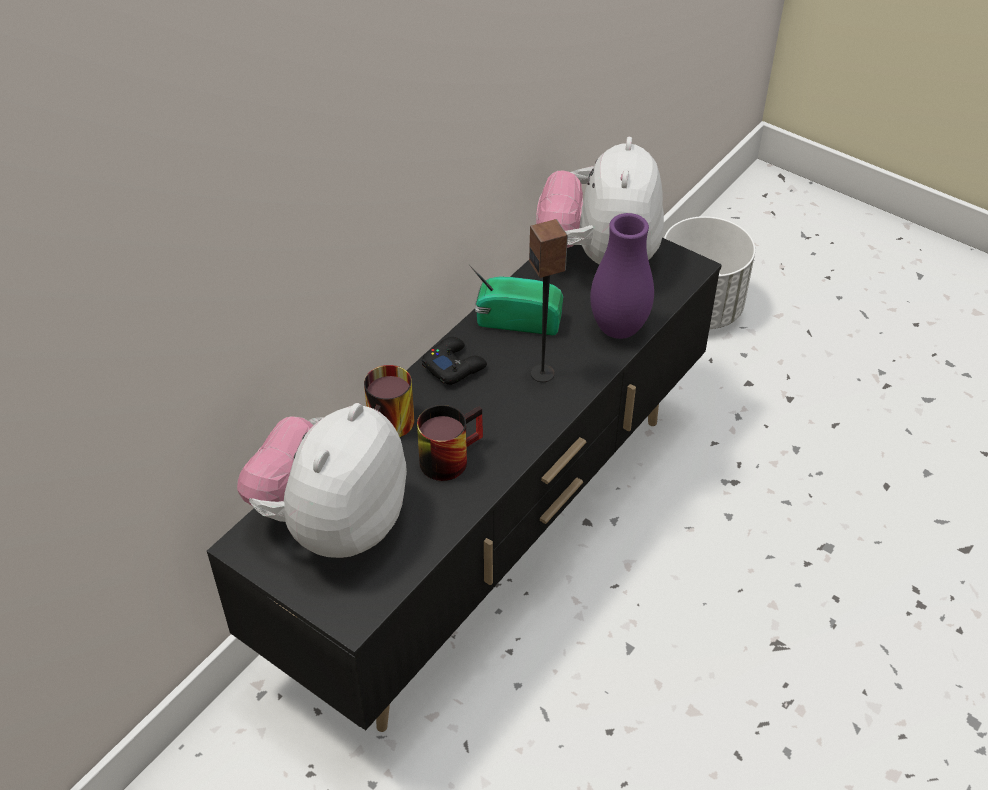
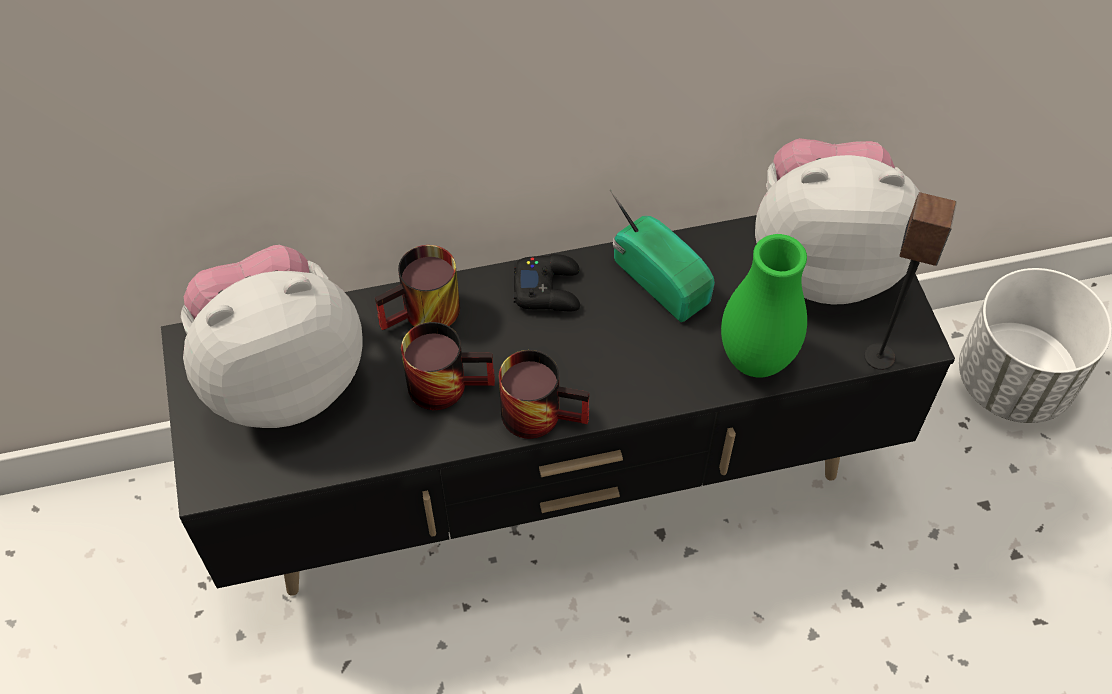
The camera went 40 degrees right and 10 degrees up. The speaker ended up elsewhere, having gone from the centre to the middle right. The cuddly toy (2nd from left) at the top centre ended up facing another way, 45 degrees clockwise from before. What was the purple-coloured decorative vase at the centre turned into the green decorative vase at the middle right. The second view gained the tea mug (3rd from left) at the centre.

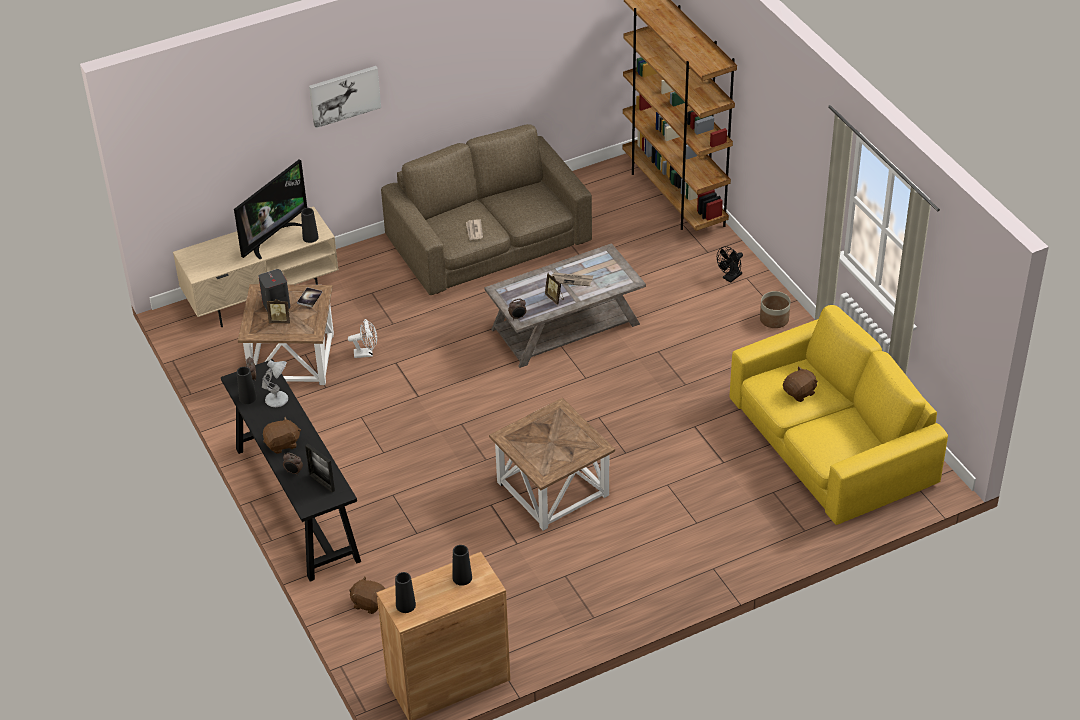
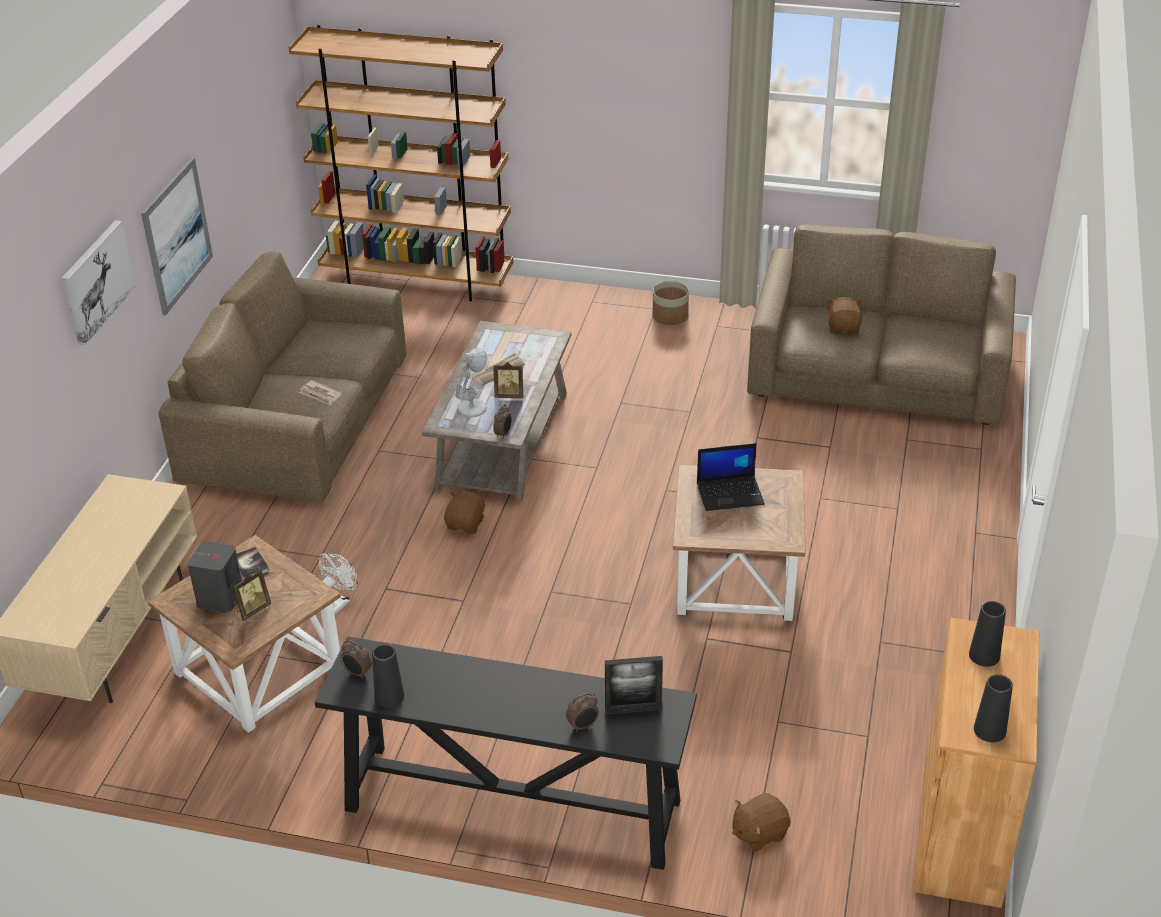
The camera went 50 degrees left and 5 degrees down. The second view lost the TV set at the top left. The whitish lamp for a table ended up elsewhere, having gone from the middle left to the centre. The brownish cuddly toy (1st from left) ended up elsewhere, having gone from the middle left to the centre. The second view lost the black-coloured decorative vase (2nd from left) at the top left. The second view lost the black-coloured fan at the middle right. What was the yellowish sofa at the middle right turned into the brownish sofa (2nd from left) at the middle right. The second view gained the wall art (2nd from left) at the top left. The second view gained the portable computer at the centre.

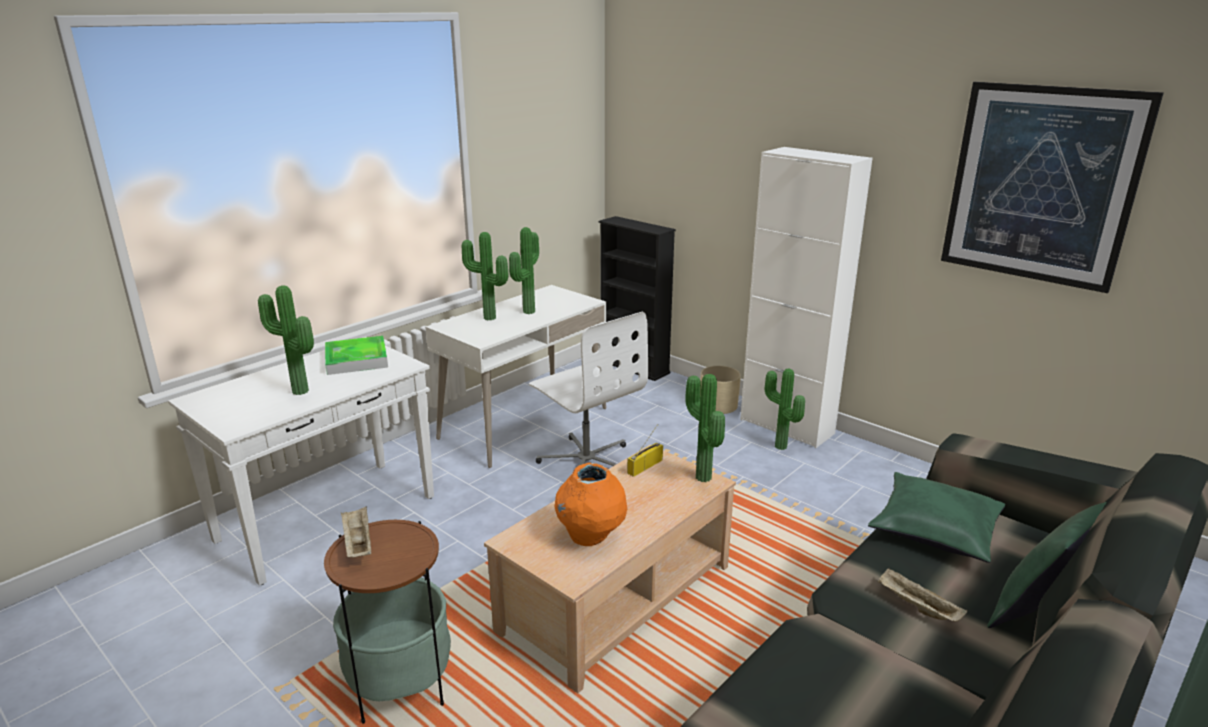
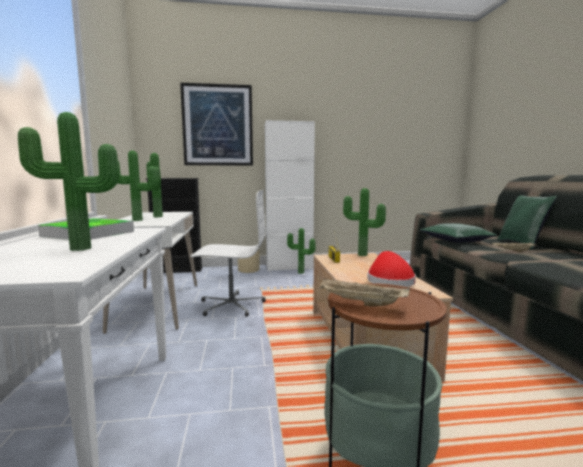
The camera went 50 degrees left and 15 degrees down. Where the orange decorative vase stood at the bottom centre, the red-coloured hat came to stand at the middle right. The wall art ended up elsewhere, having gone from the top right to the top centre.

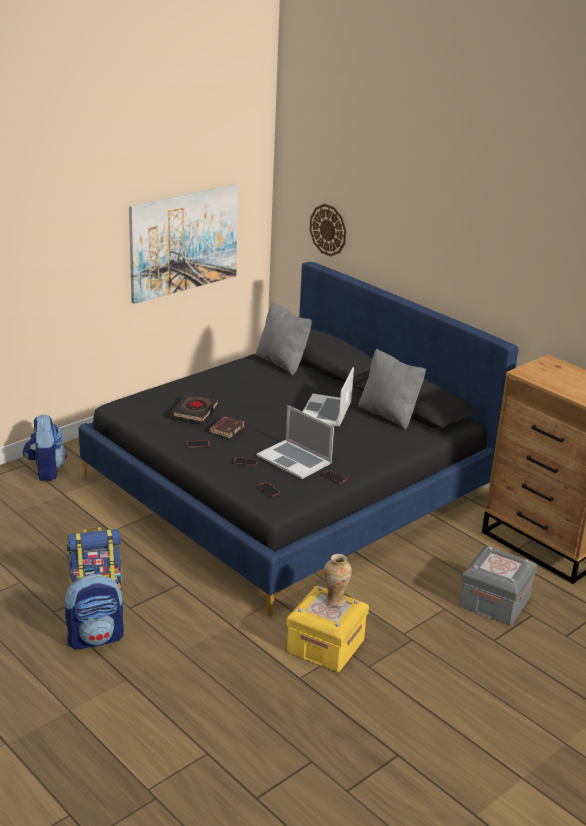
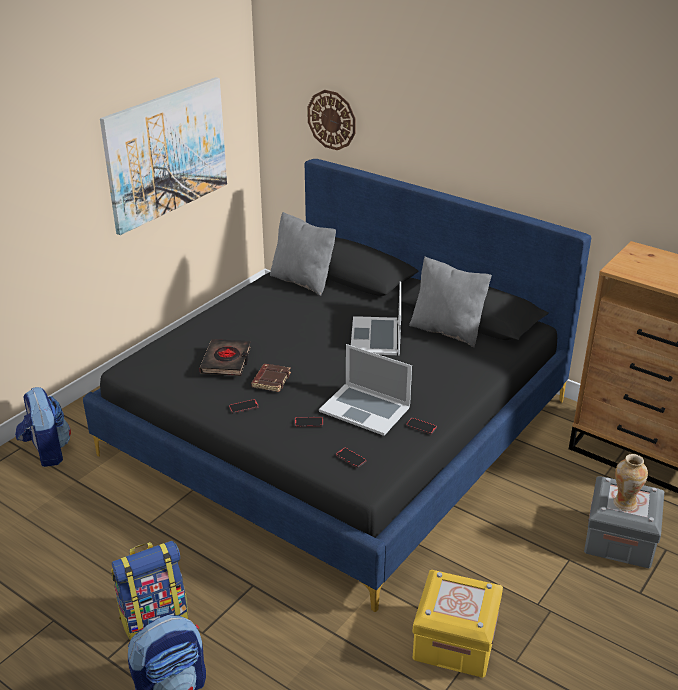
The camera went 10 degrees left and 5 degrees up. The decorative vase ended up elsewhere, having gone from the bottom centre to the bottom right.

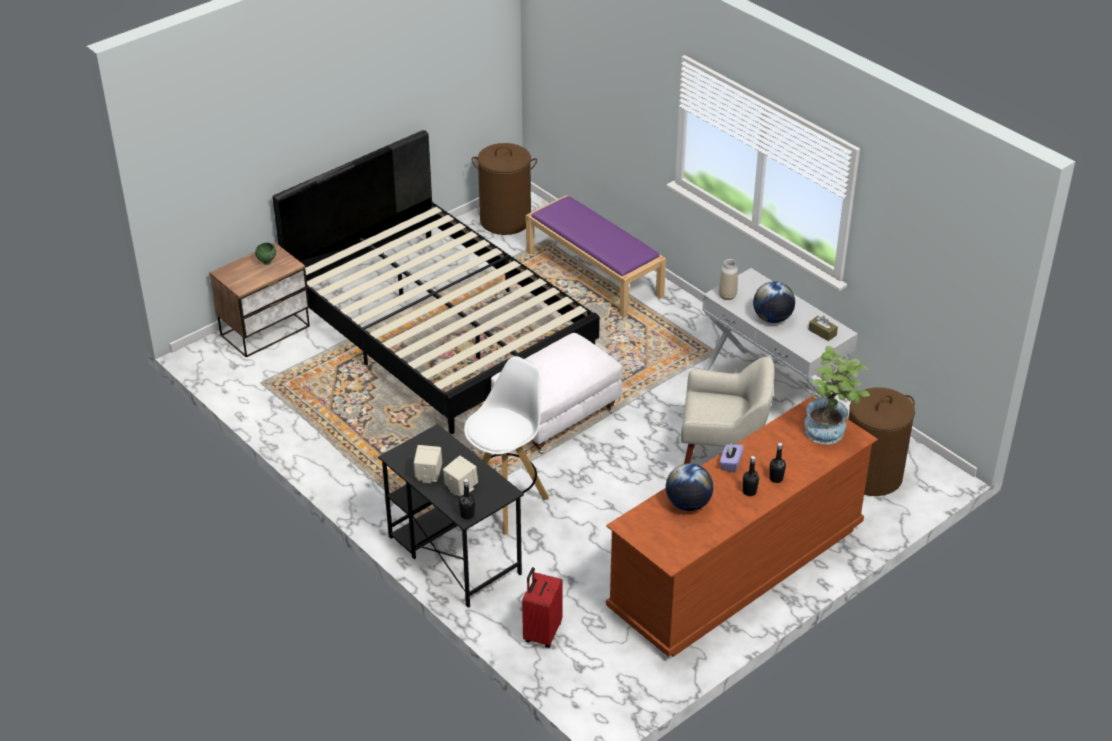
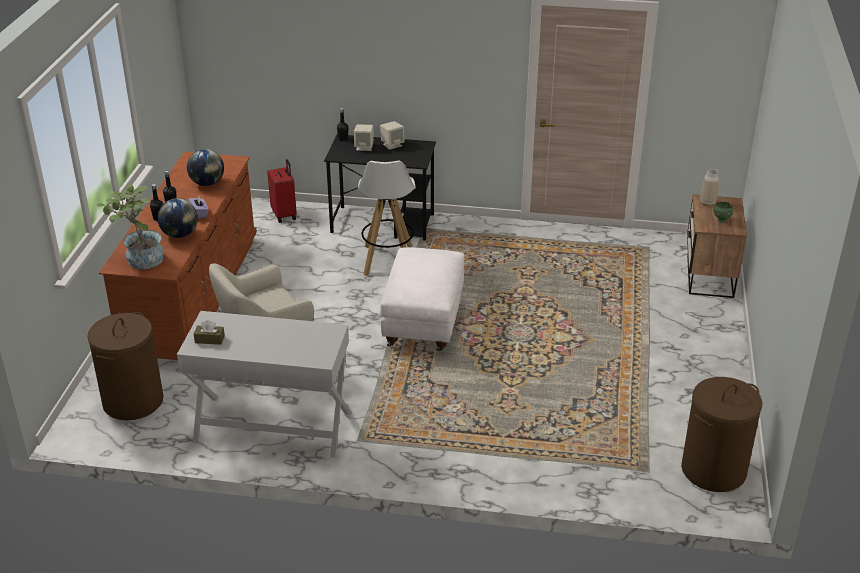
The camera went 140 degrees right and 5 degrees down. The second view lost the black-coloured bed at the centre. The second view lost the purple-coloured bench at the centre. The decorative vase ended up elsewhere, having gone from the centre to the top right. The globe (2nd from left in the first image) ended up elsewhere, having gone from the middle right to the middle left.

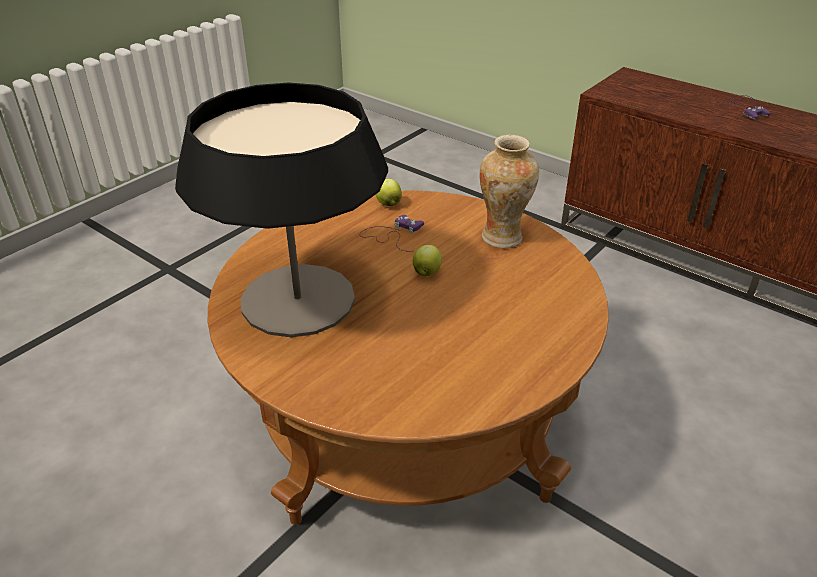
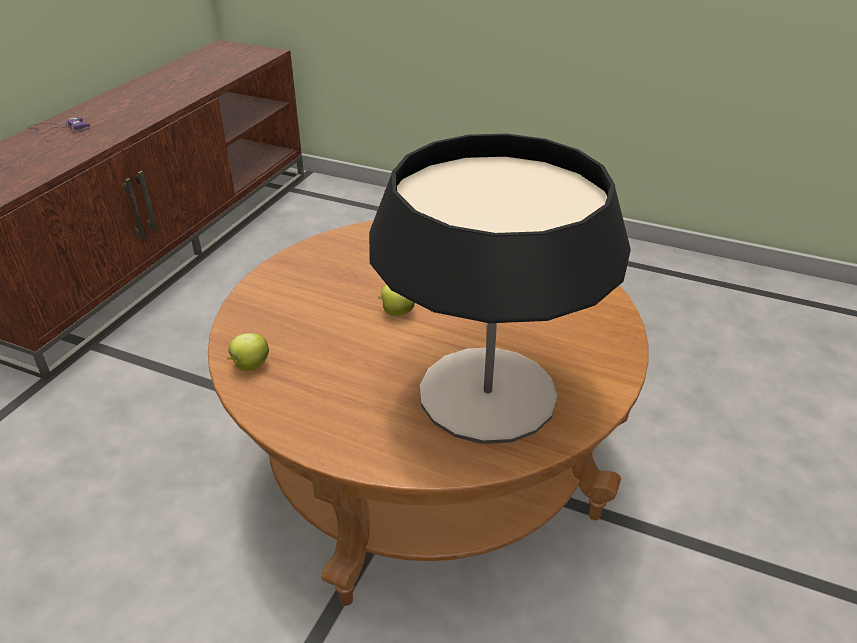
The camera went 105 degrees left and 0 degrees up. The second view lost the purple-coloured game controller (1st from left) at the centre. The second view lost the decorative vase at the top centre.

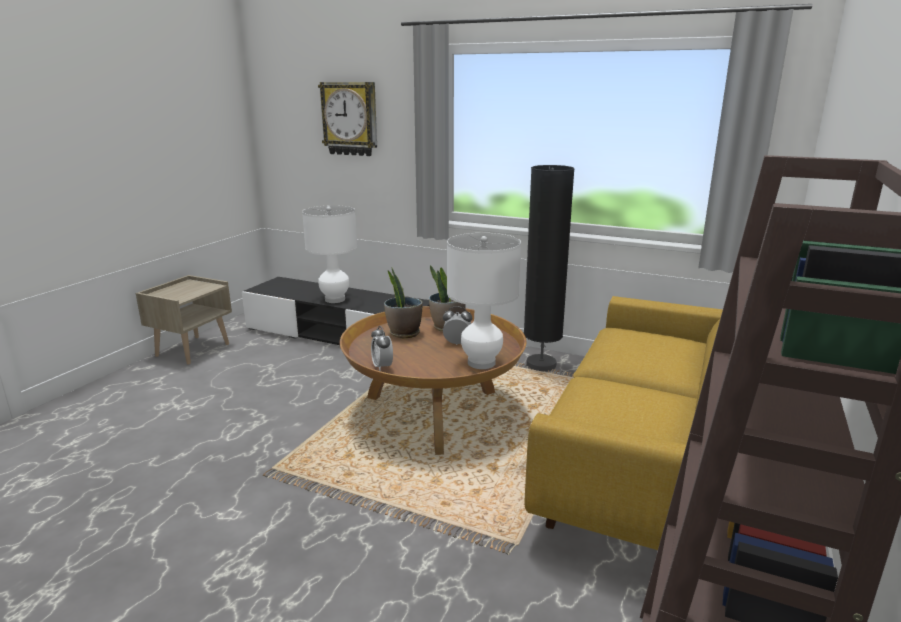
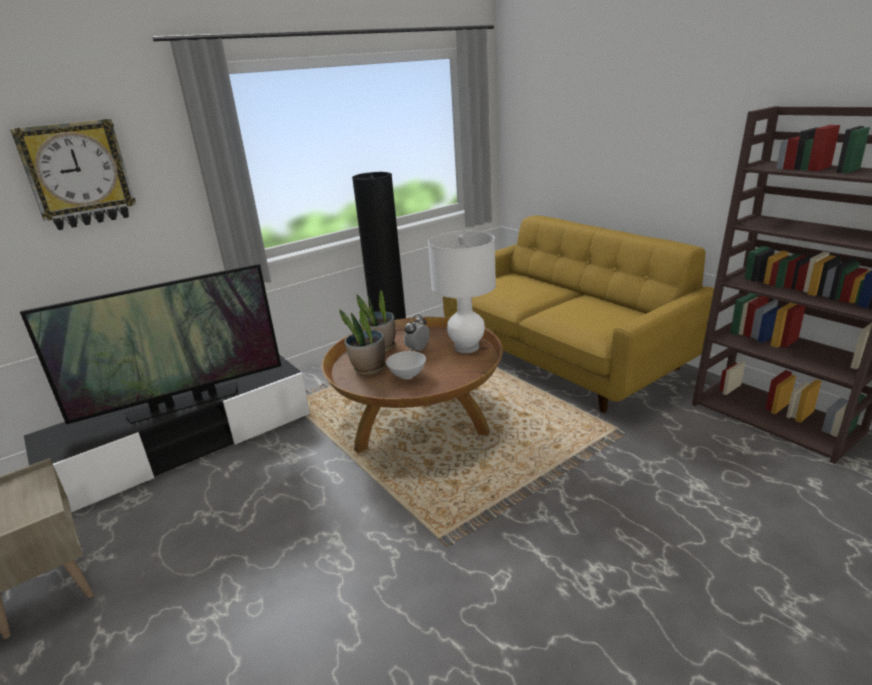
The camera went 60 degrees left and 5 degrees up. Where the whitish lamp for a table (1st from left) stood at the centre, the TV set came to stand at the middle left. The second view lost the bedside clock (1st from left) at the centre. The second view gained the whitish deep dish at the centre.

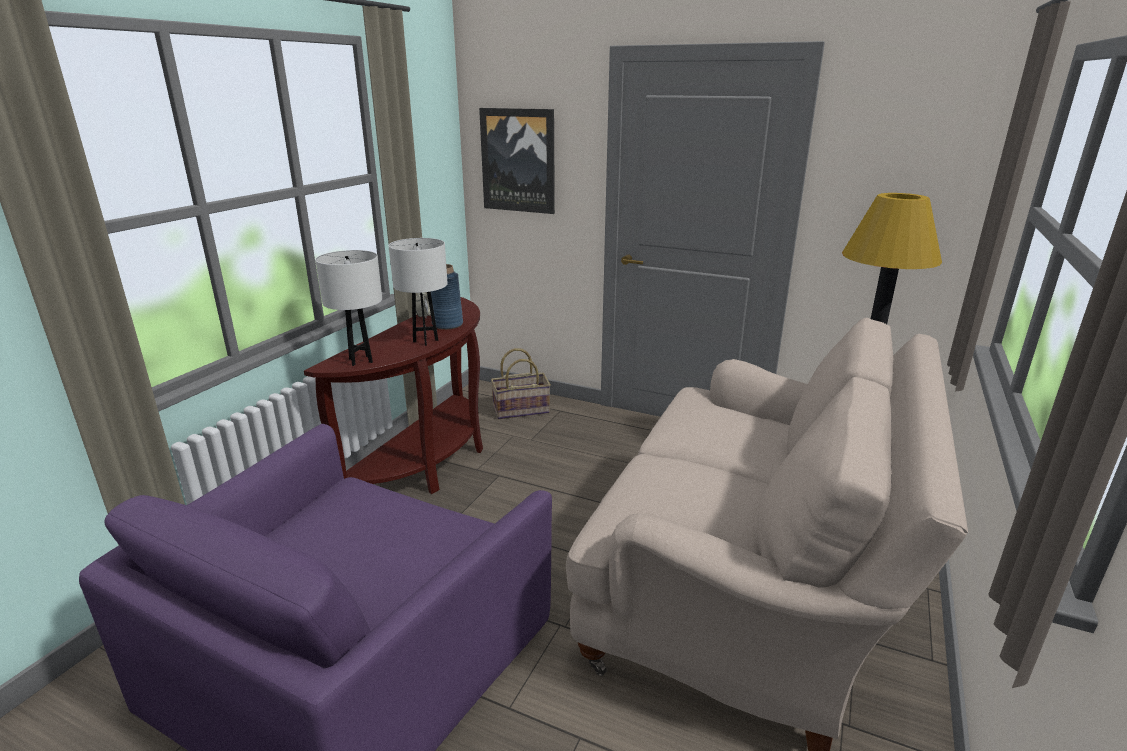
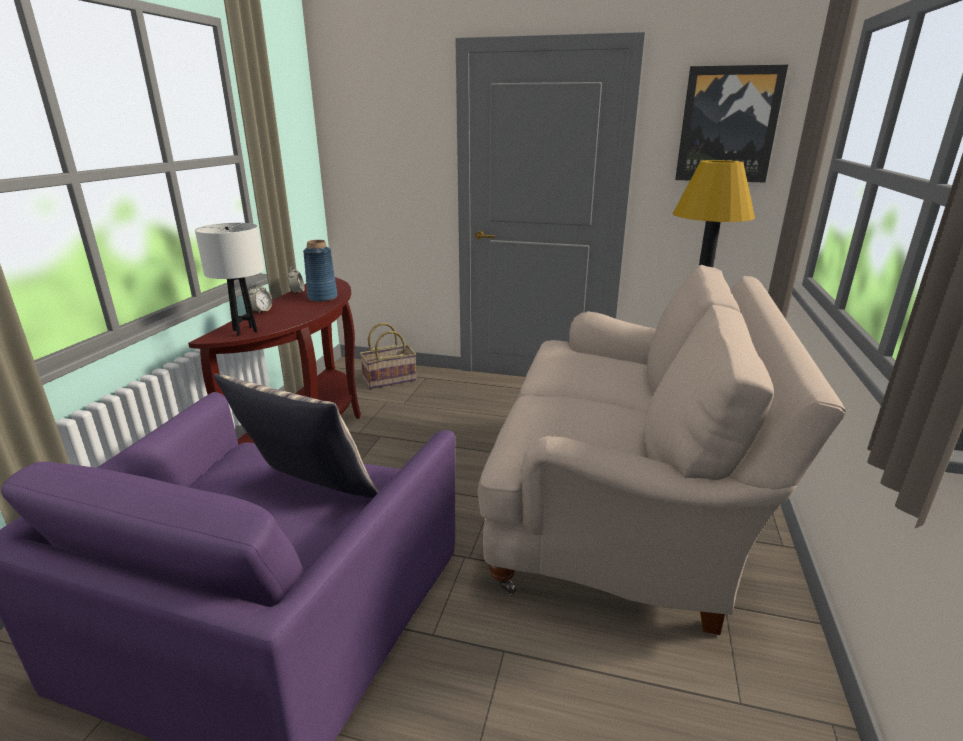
The camera went 10 degrees left and 0 degrees up. The second view lost the whitish lamp for a table (2nd from left) at the centre. The wall art ended up elsewhere, having gone from the top centre to the top right. The second view gained the pillow at the middle left. The second view gained the bedside clock (1st from left) at the middle left.

